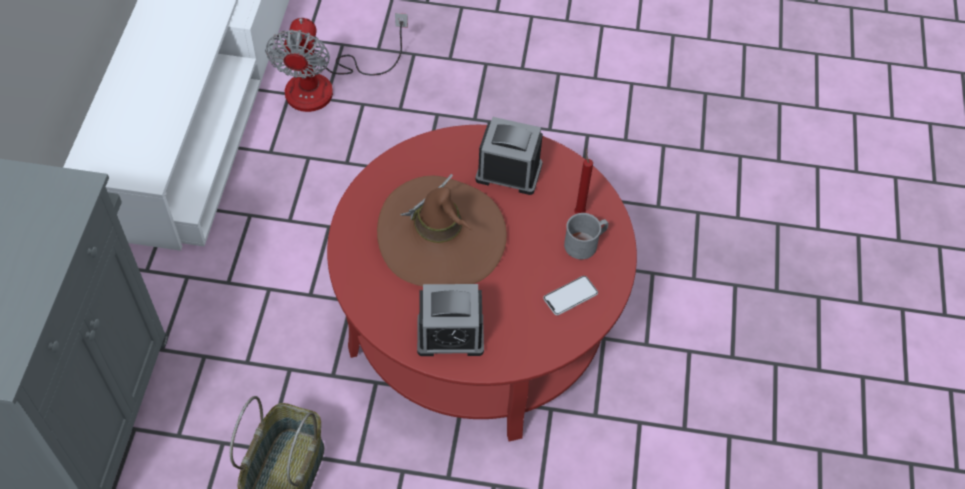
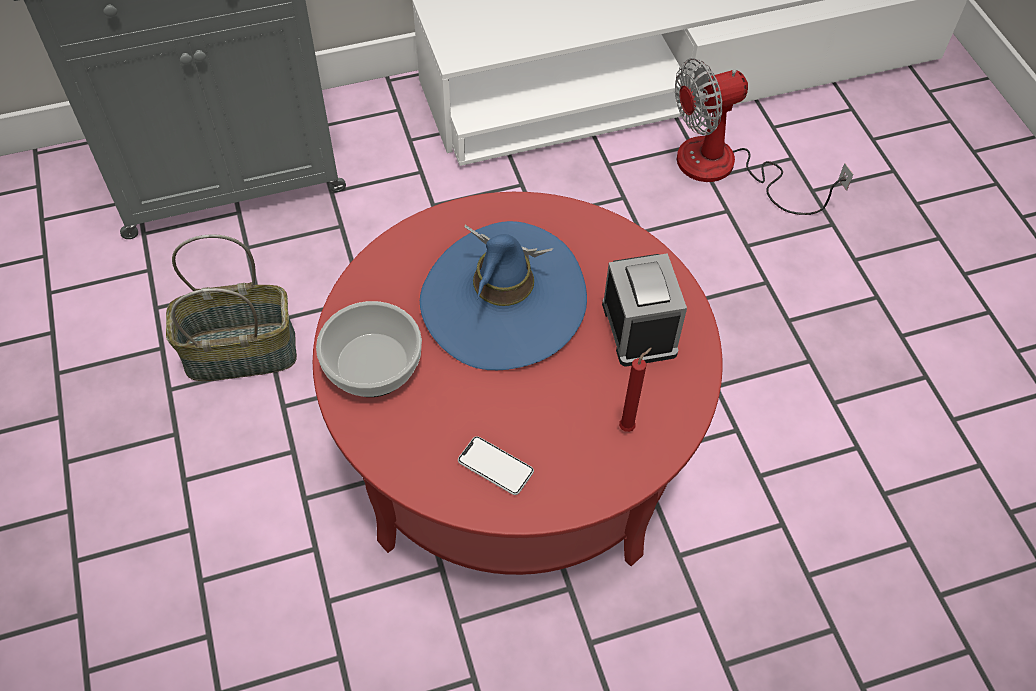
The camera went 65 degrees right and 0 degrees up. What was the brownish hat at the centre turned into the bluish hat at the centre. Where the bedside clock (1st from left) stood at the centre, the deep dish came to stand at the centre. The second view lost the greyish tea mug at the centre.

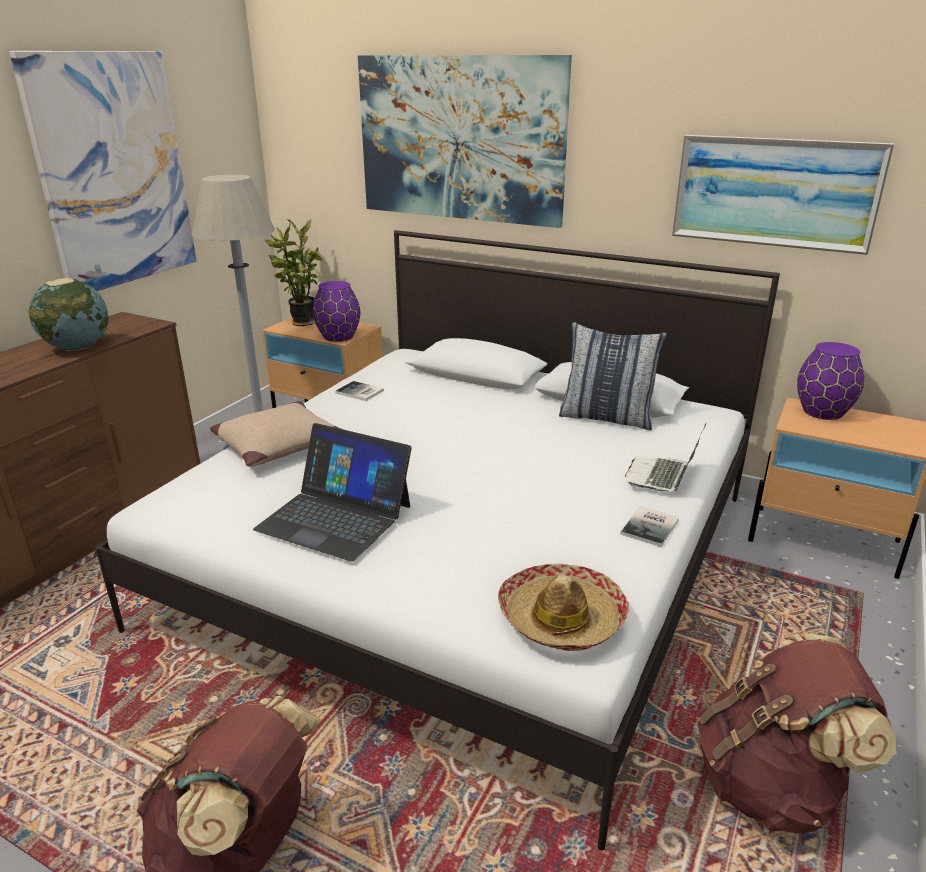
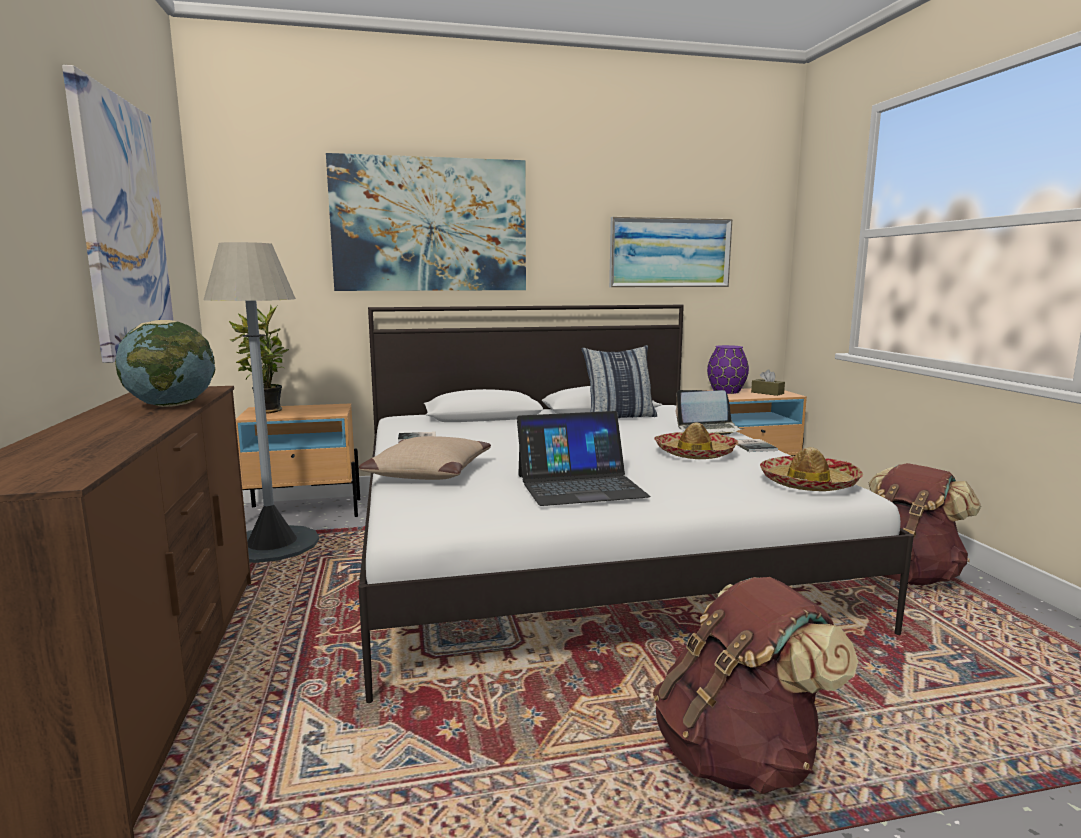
The camera went 40 degrees left and 15 degrees down. The second view lost the purple-coloured decorative vase (1st from left) at the centre. The portable computer (2nd from left) at the middle right ended up facing another way, 75 degrees counterclockwise from before. The second view gained the hat (1st from left) at the centre. The second view gained the brownish tissue holder at the middle right.

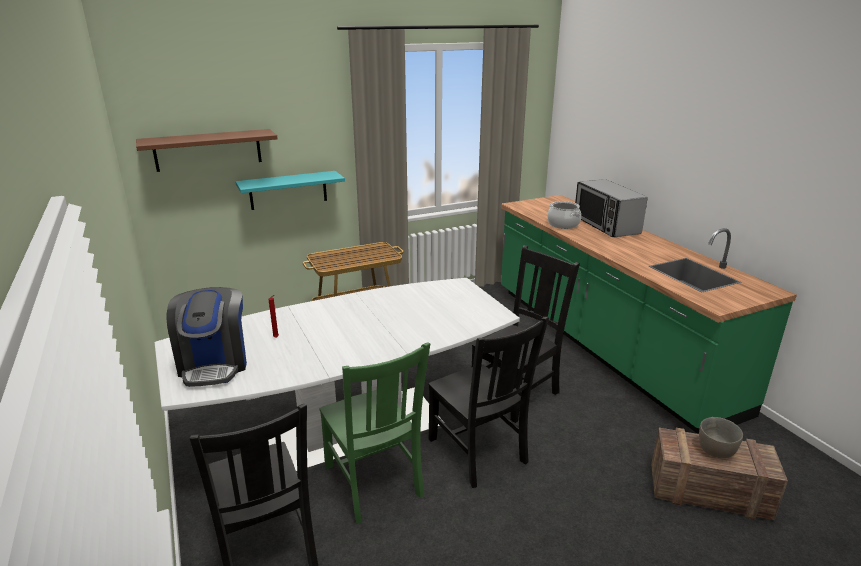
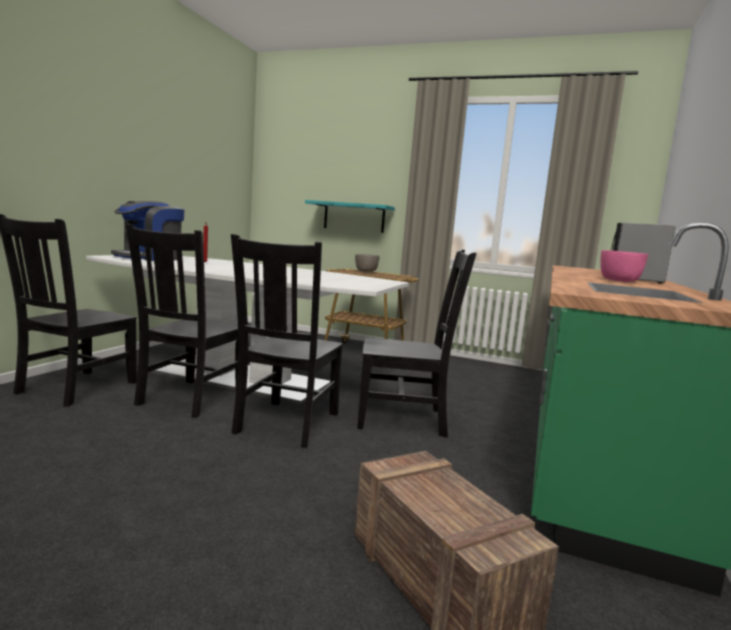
The camera went 45 degrees right and 15 degrees down. The second view lost the brownish wall shelf at the top left. What was the green chair at the bottom centre turned into the black-coloured chair (2nd from left) at the middle left. The second view lost the stockpot at the centre. The greyish deep dish ended up elsewhere, having gone from the bottom right to the centre. The second view gained the pink deep dish at the middle right.

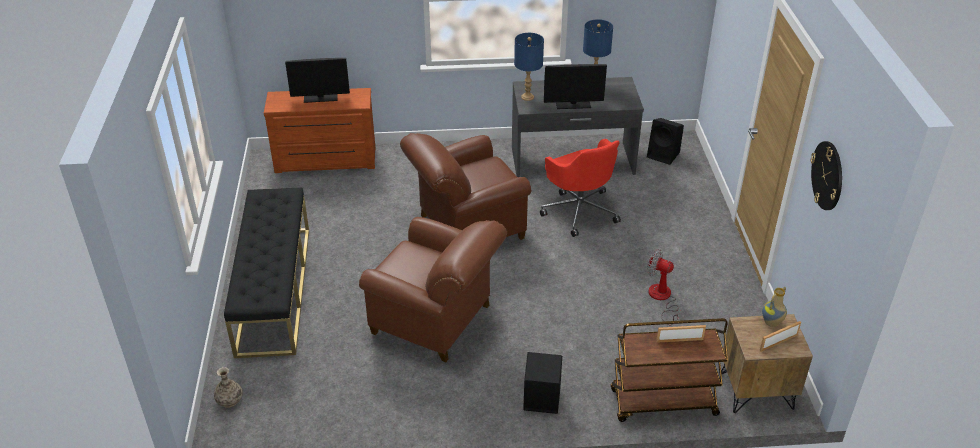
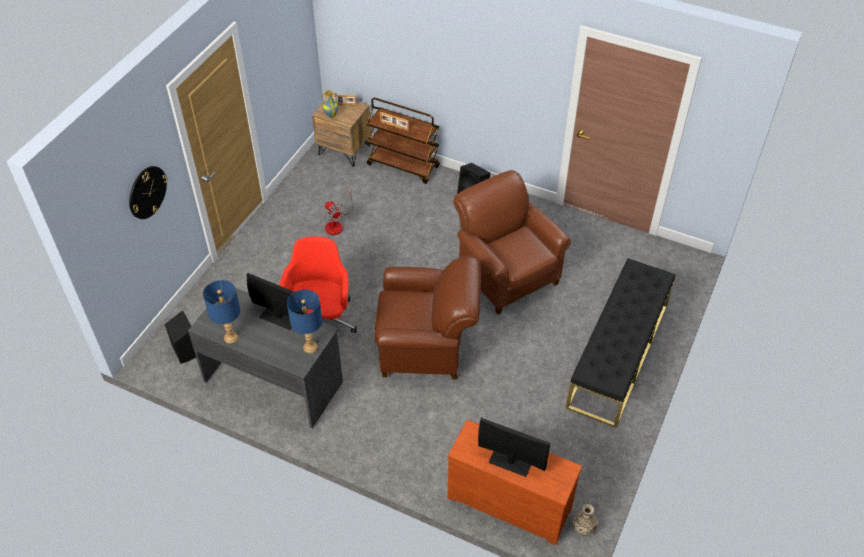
The camera went 150 degrees left and 10 degrees up. The decorative vase (1st from left in the first image) ended up elsewhere, having gone from the bottom left to the bottom right. The wall clock ended up elsewhere, having gone from the middle right to the middle left.

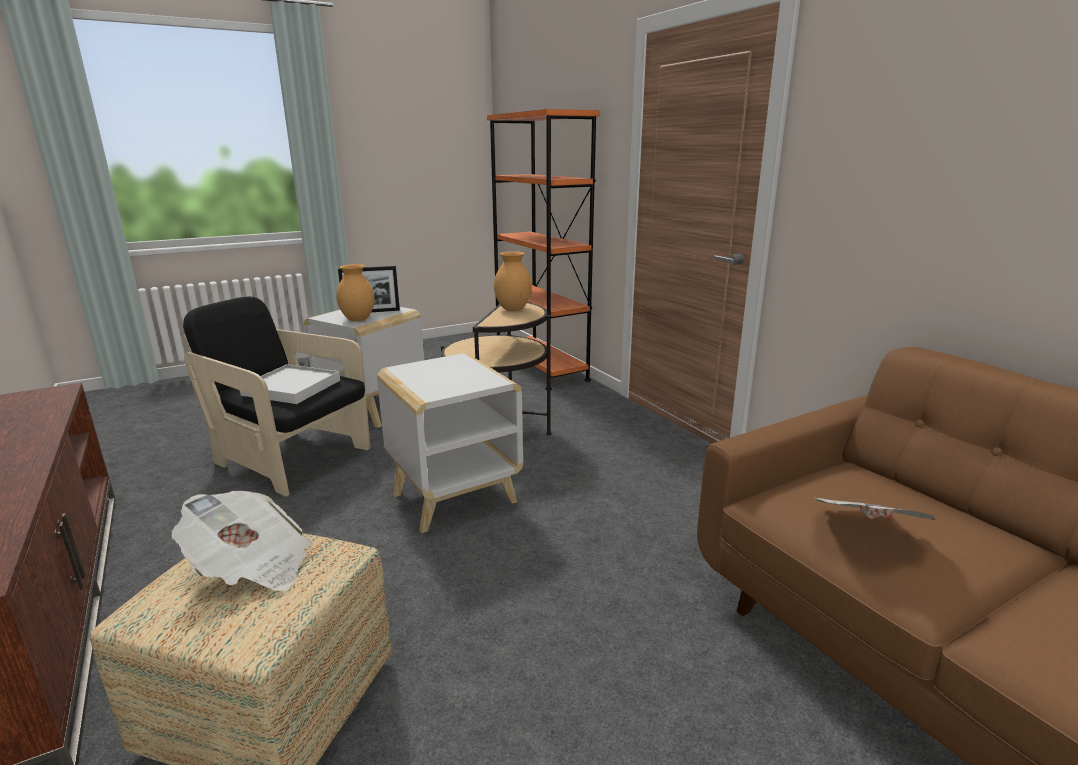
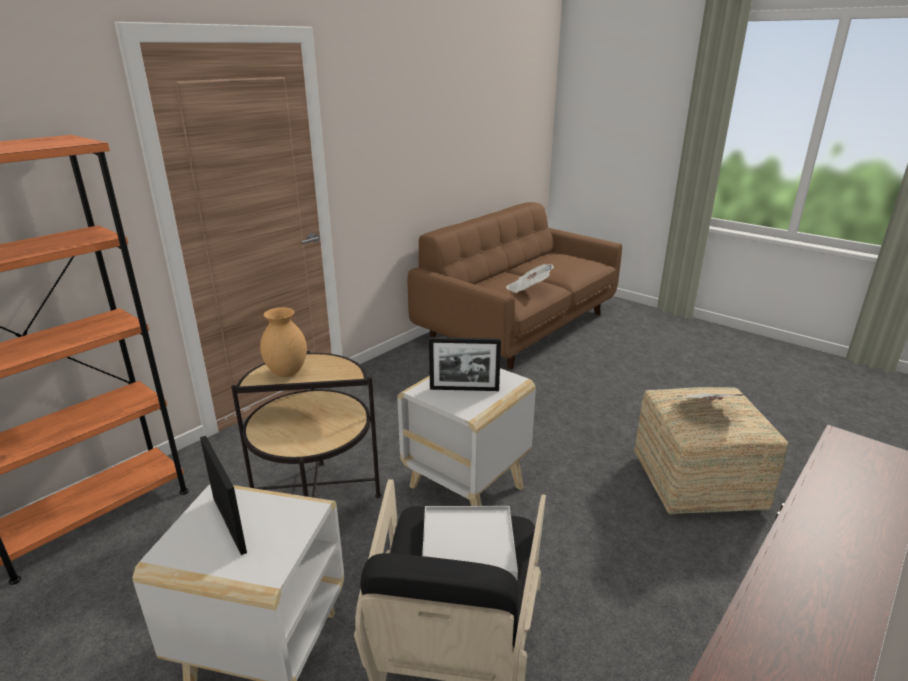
The camera went 110 degrees left and 5 degrees up. The second view lost the brownish decorative vase (1st from left) at the middle left. The second view gained the photo frame (2nd from left) at the centre.

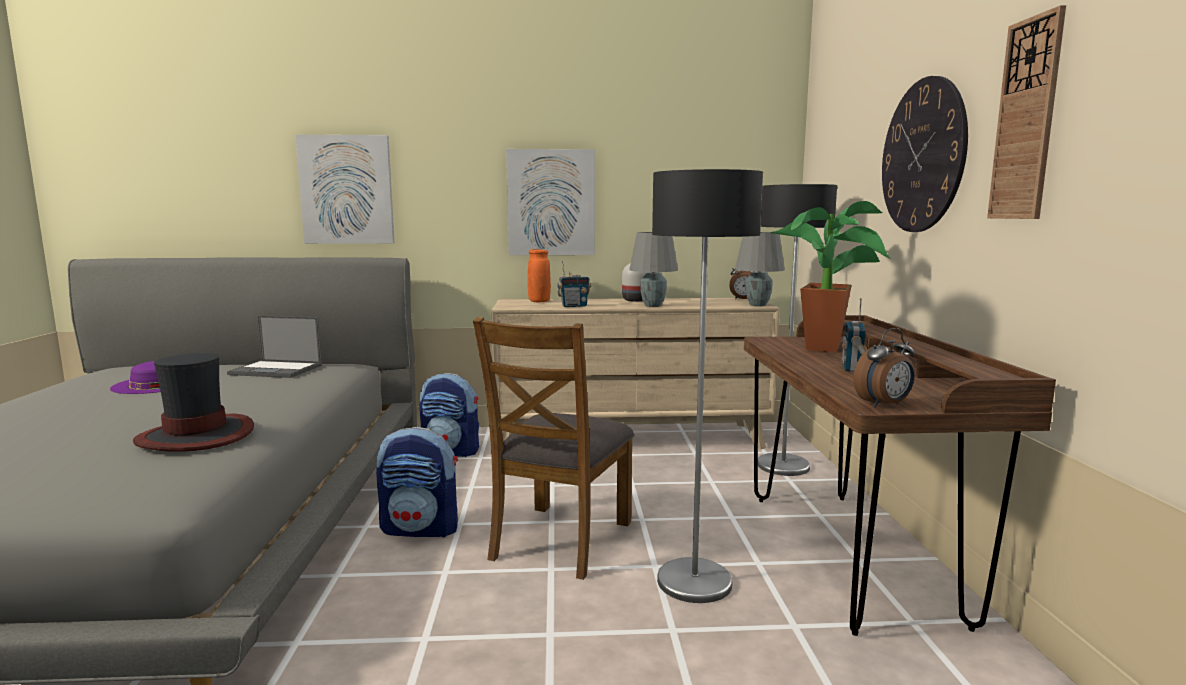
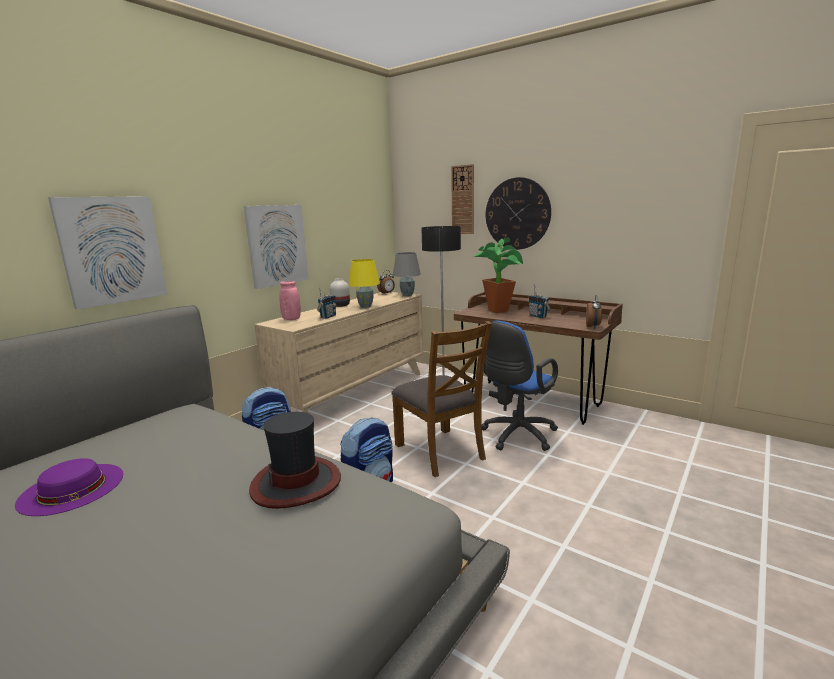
The camera went 50 degrees left and 5 degrees up. The second view lost the portable computer at the middle left. What was the orange decorative vase at the centre turned into the pink decorative vase at the centre. What was the greyish lamp for a table (1st from left) at the centre turned into the yellowish lamp for a table at the centre. Where the standard lamp (1st from left) stood at the centre, the bluish desk chair came to stand at the centre. The wall clock (2nd from left in the first image) ended up elsewhere, having gone from the top right to the top centre.

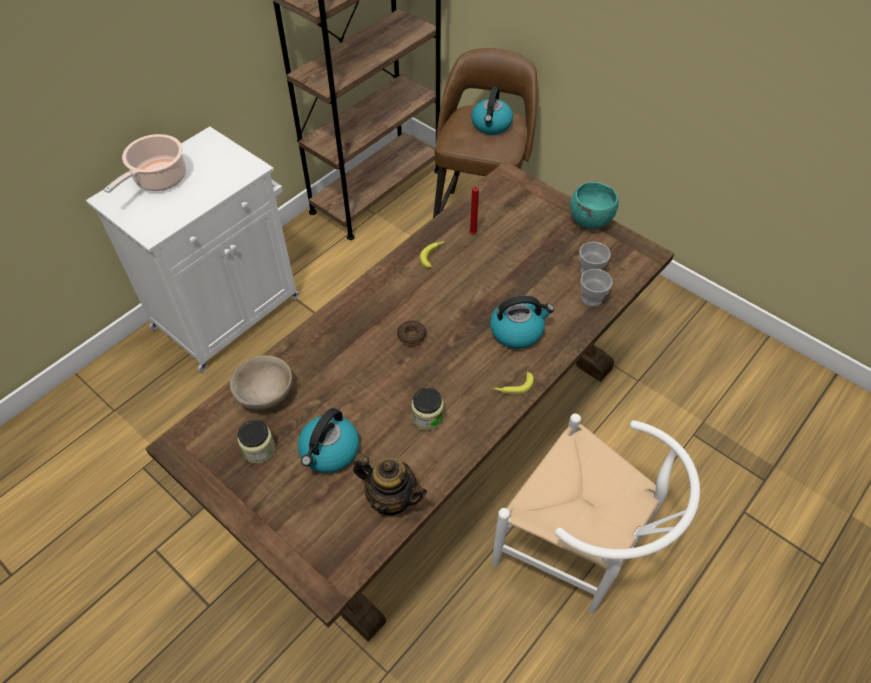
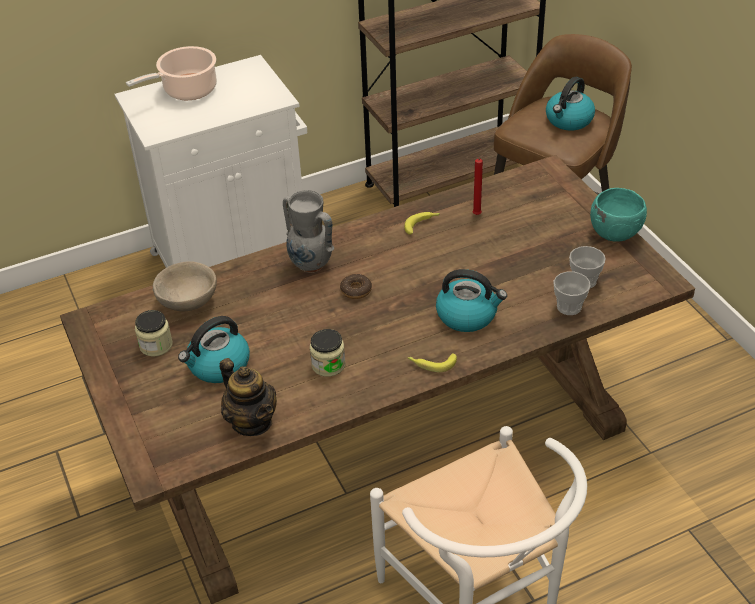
The camera went 25 degrees right and 10 degrees down. The second view gained the greyish decorative vase at the centre.

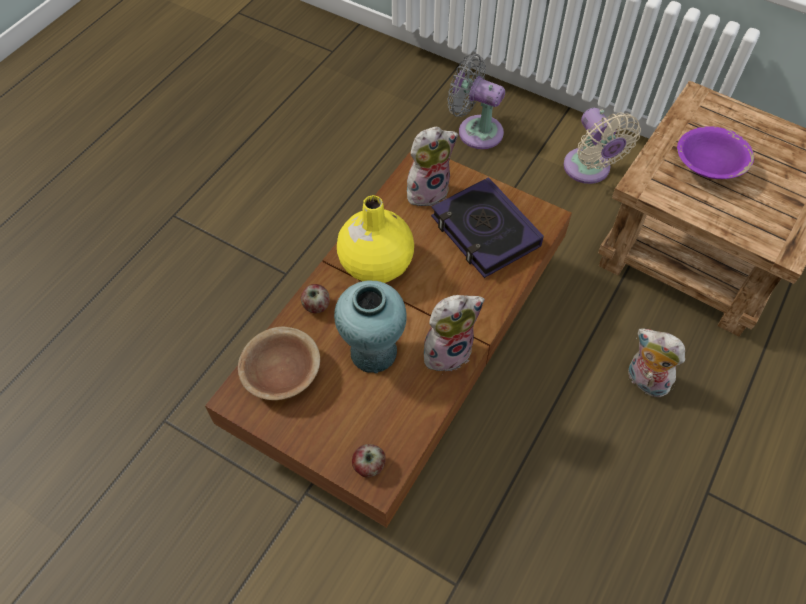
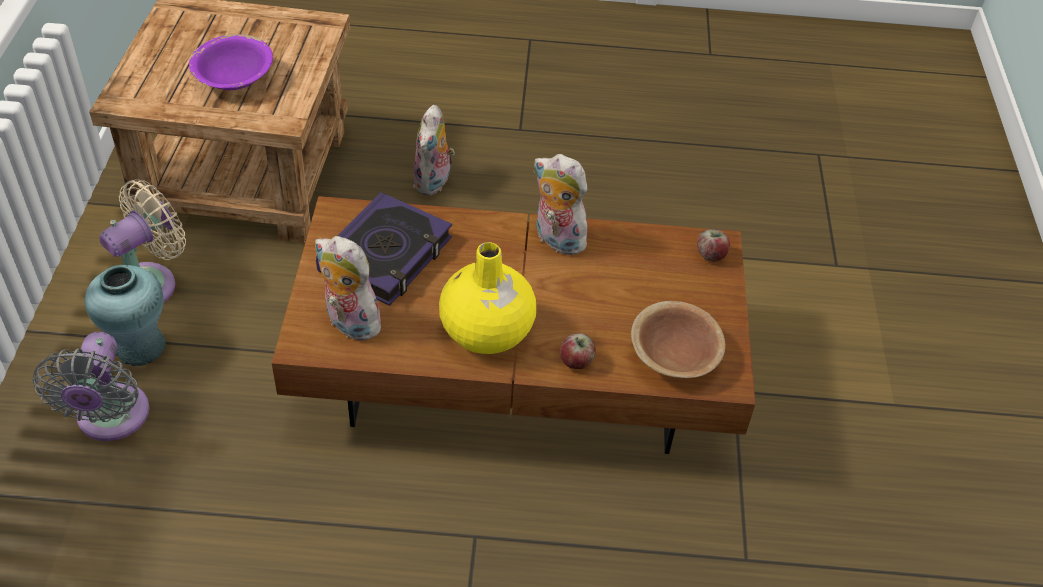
The camera went 120 degrees left and 10 degrees down. The turquoise decorative vase ended up elsewhere, having gone from the centre to the middle left.

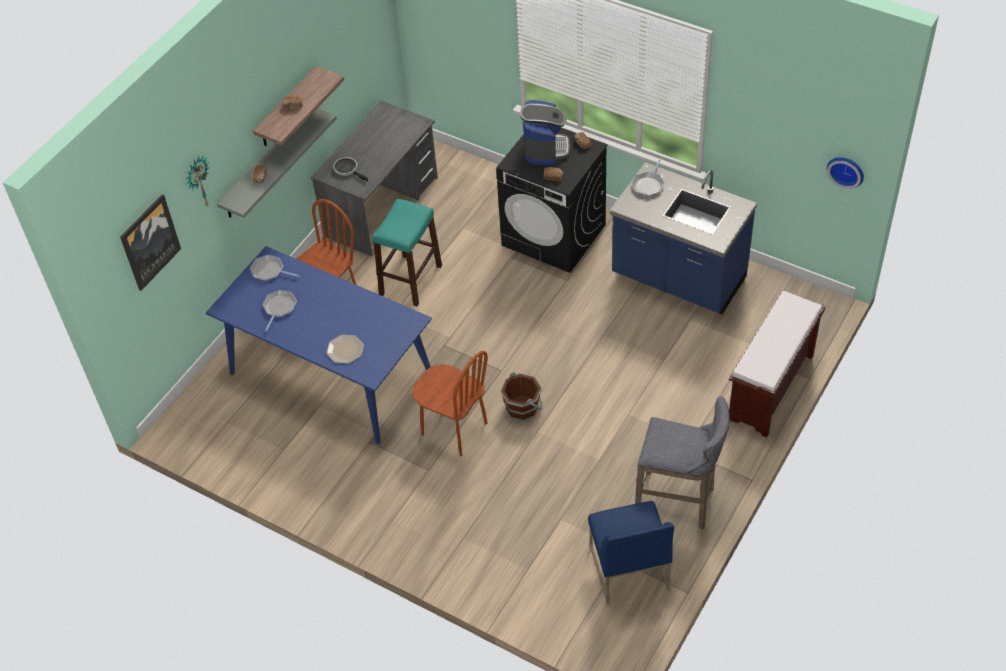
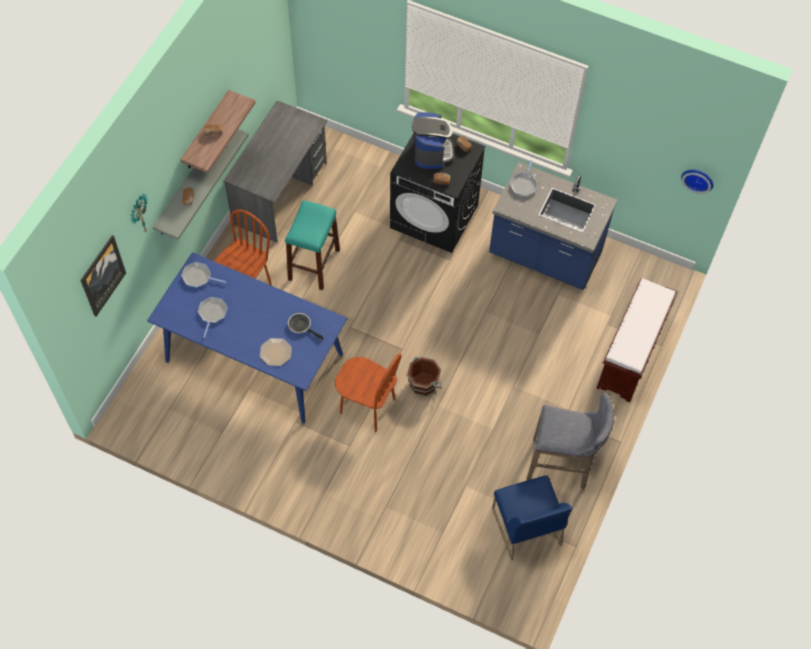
The camera went 10 degrees left and 10 degrees up. The pan (3rd from left) ended up elsewhere, having gone from the top centre to the centre.

